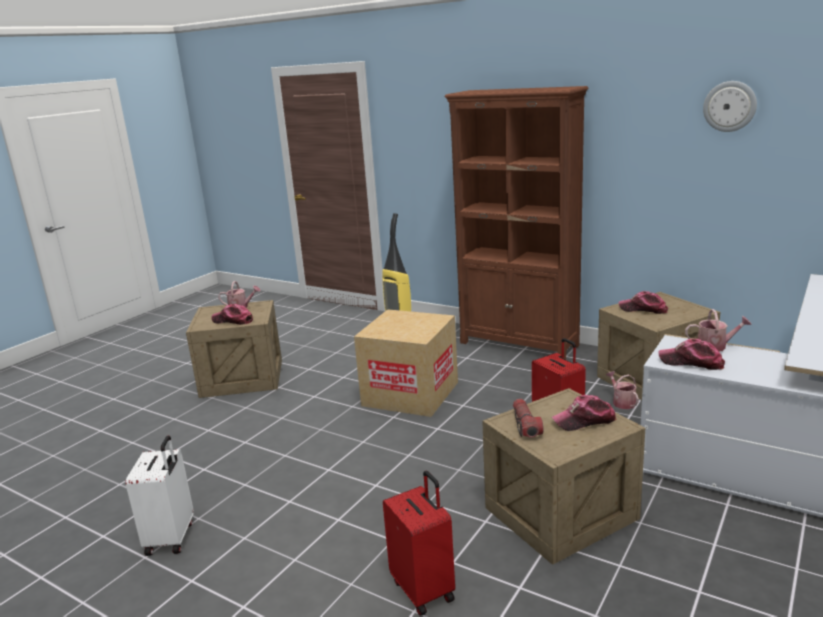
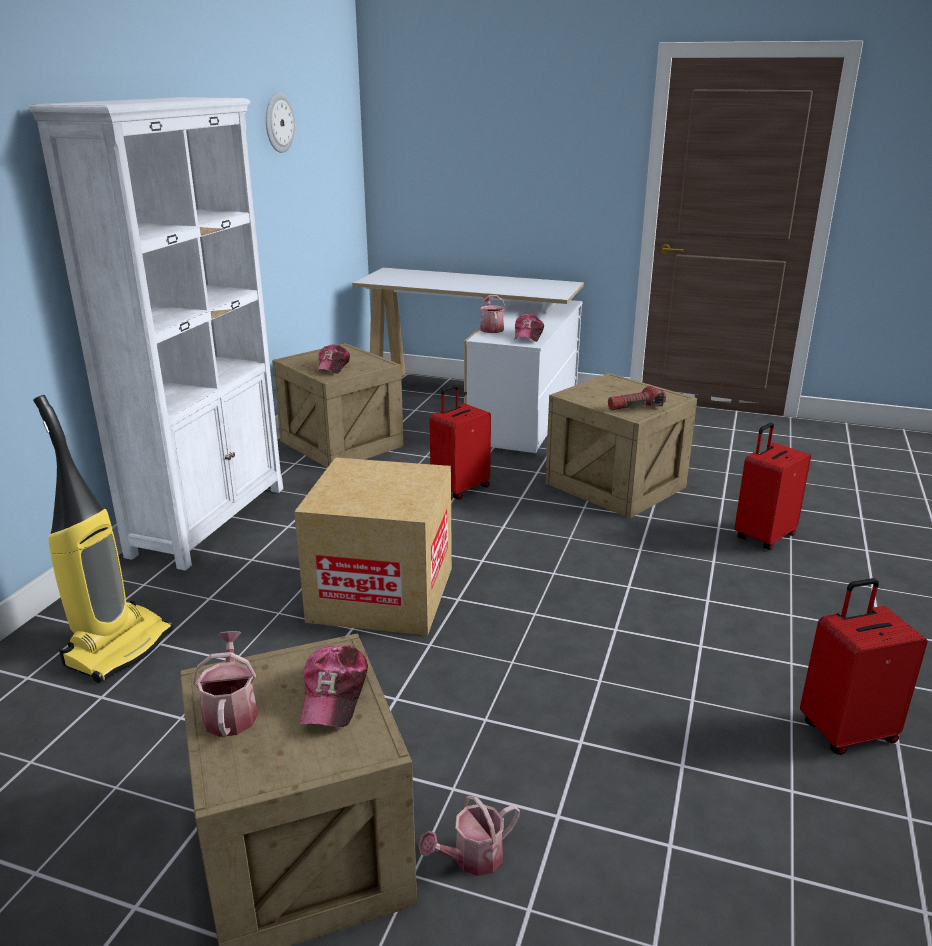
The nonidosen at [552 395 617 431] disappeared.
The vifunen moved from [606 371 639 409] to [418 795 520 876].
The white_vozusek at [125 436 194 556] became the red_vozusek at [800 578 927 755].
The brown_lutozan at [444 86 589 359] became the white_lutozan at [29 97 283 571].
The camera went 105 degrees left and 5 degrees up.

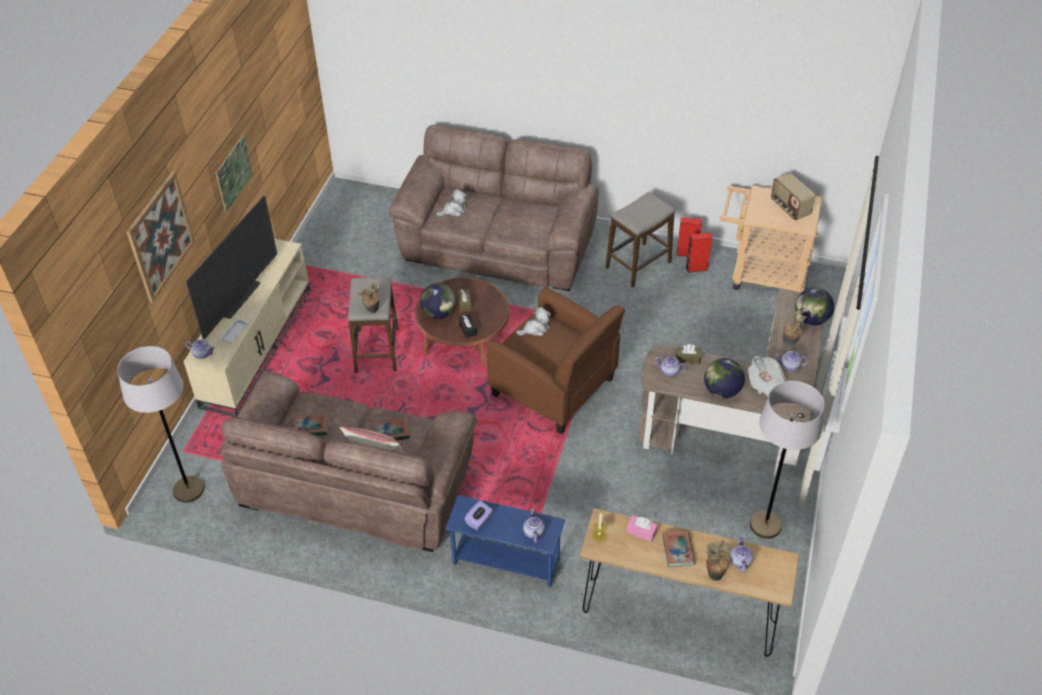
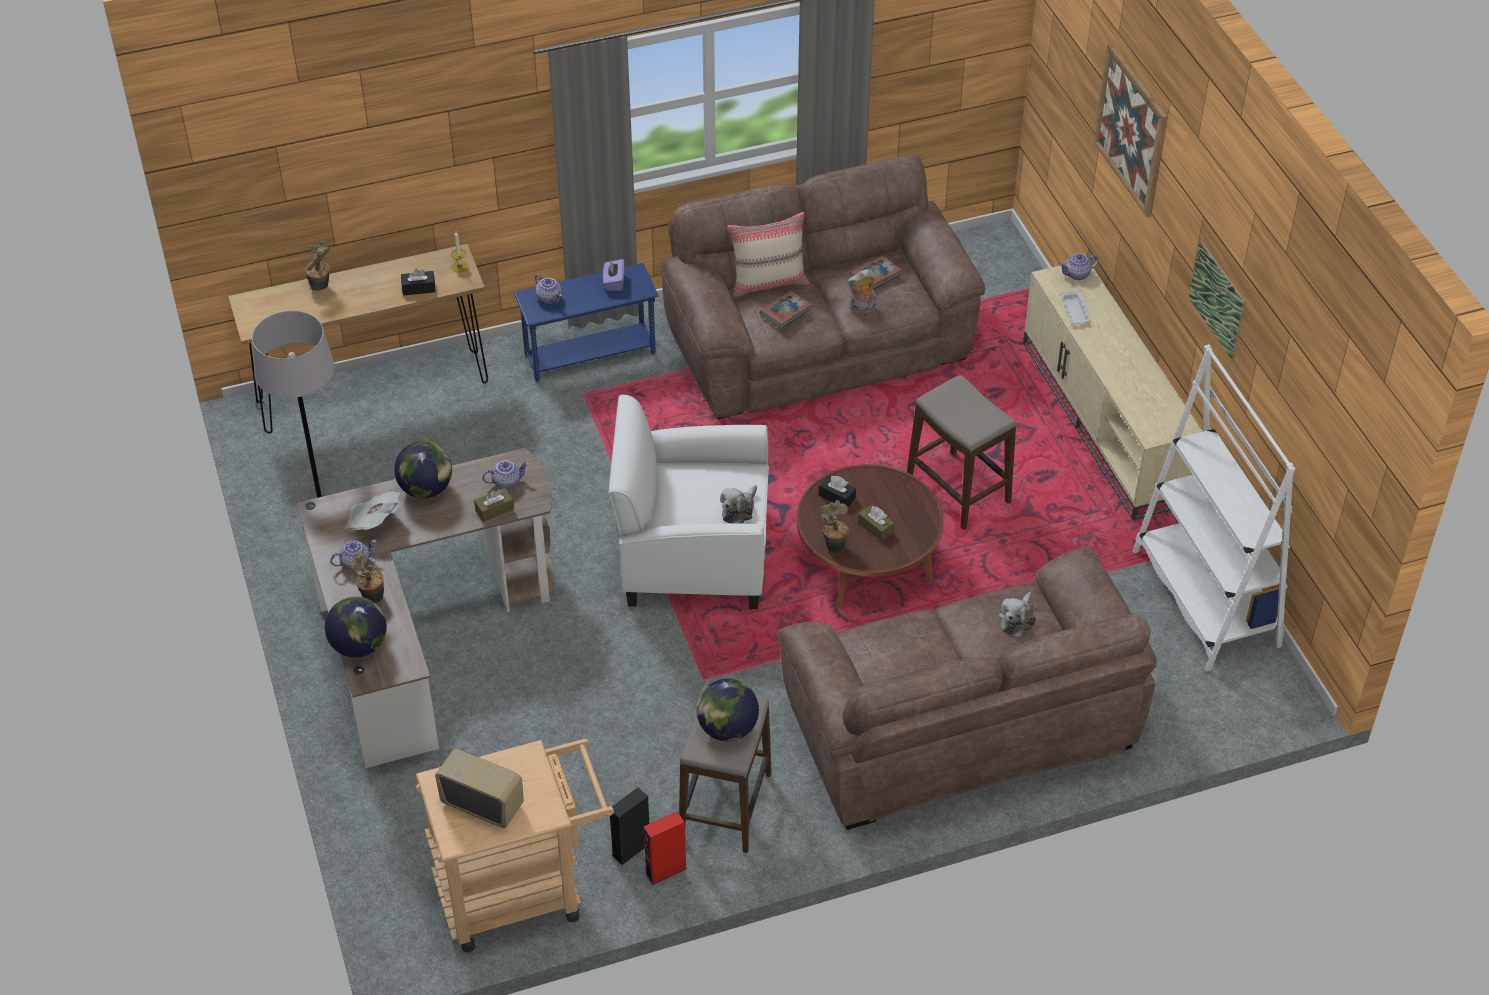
The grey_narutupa at [117 346 204 503] disappeared.
The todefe at [186 196 277 340] disappeared.
The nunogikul at [662 530 695 567] disappeared.
The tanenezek at [730 536 754 573] disappeared.
The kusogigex at [847 269 876 314] appeared.
The white_lutozan at [1132 344 1295 672] appeared.
The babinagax moved from [357 283 380 313] to [820 500 849 554].
The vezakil moved from [420 283 456 319] to [696 679 759 741].
The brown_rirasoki at [486 287 625 434] became the white_rirasoki at [608 395 769 609].
The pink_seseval at [627 515 658 542] became the black_seseval at [401 268 435 295].
The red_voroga at [686 232 712 273] became the black_voroga at [610 788 649 865].
The camera went 145 degrees right and 0 degrees up.

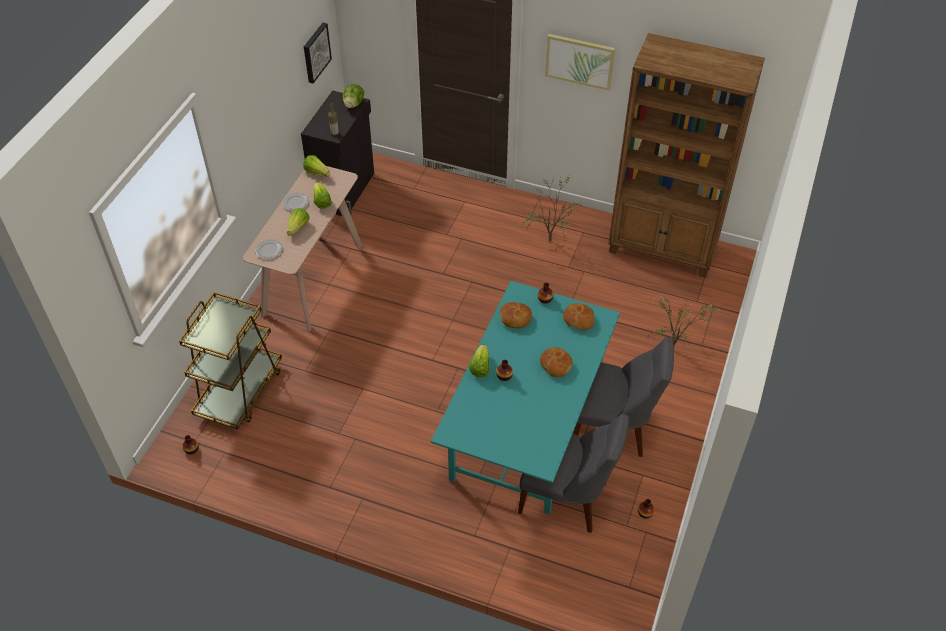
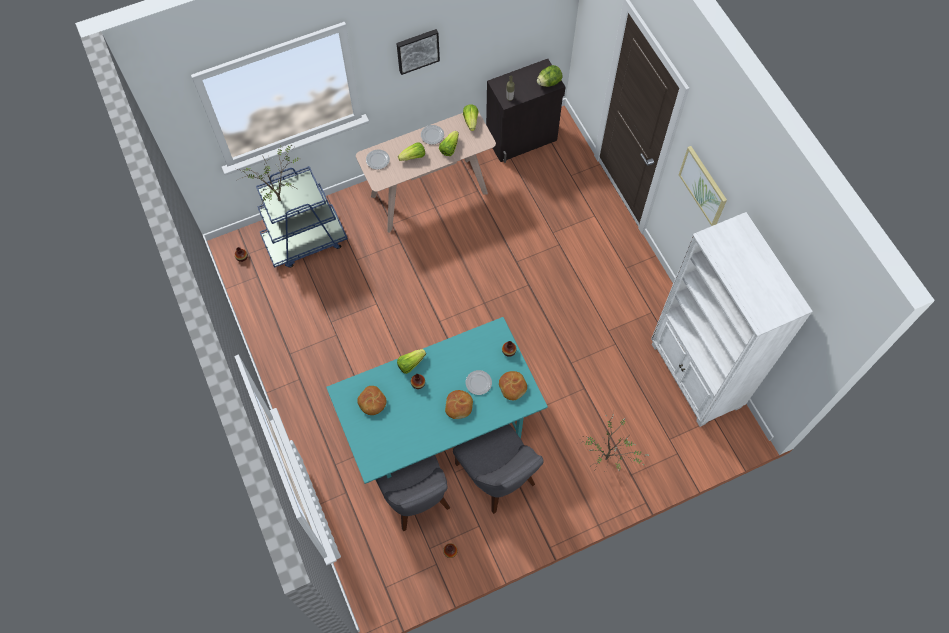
The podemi at [466 370 492 395] appeared.
The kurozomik moved from [304 23 332 84] to [396 29 440 75].
The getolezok moved from [500 302 532 328] to [357 386 386 415].
The babinagax moved from [522 177 581 242] to [238 145 300 209].
The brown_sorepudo at [179 292 282 429] became the blue_sorepudo at [256 166 348 268].
The brown_lutozan at [608 33 765 278] became the white_lutozan at [651 212 813 427].
The camera went 45 degrees right and 15 degrees up.

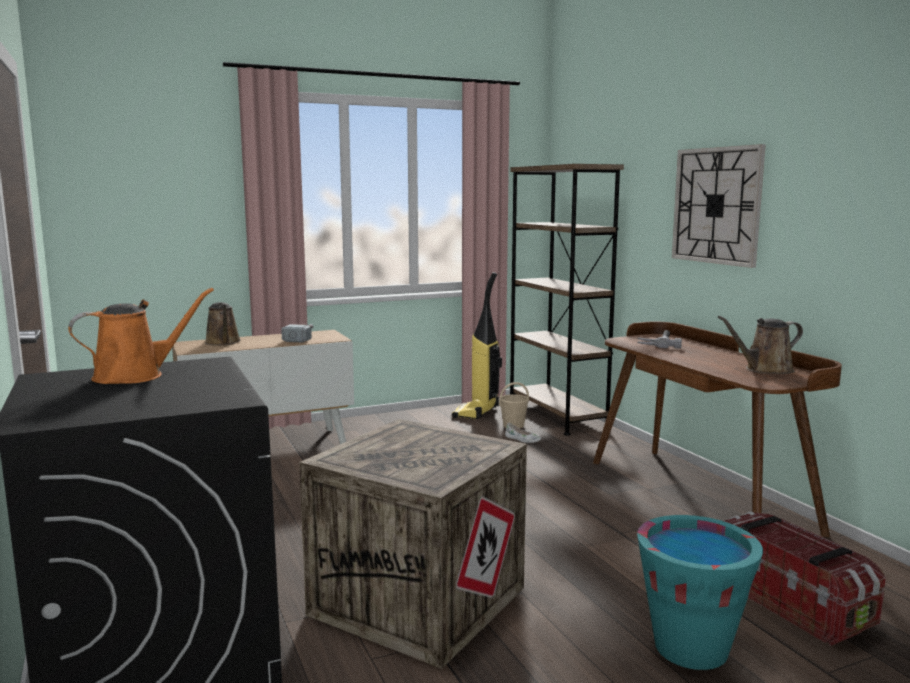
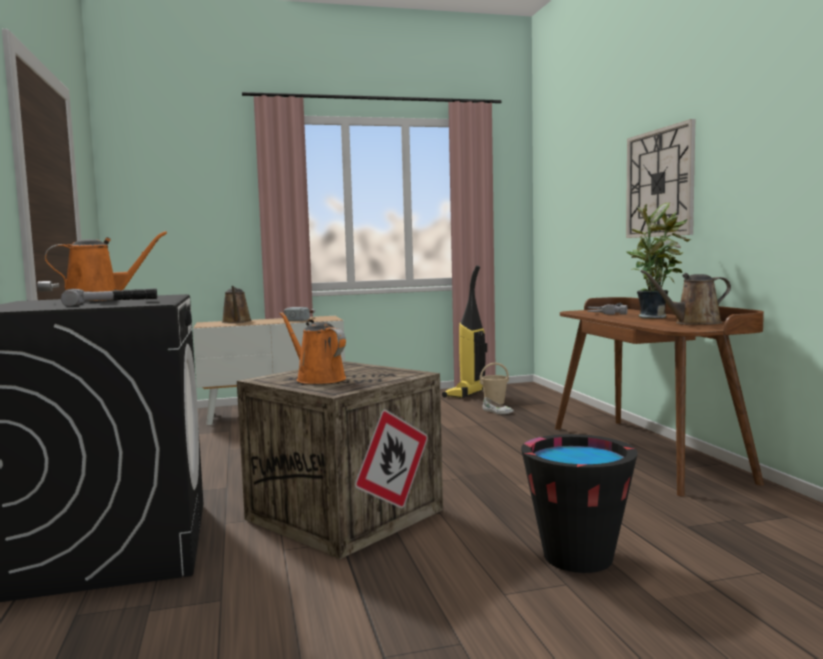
The brown_lutozan at [510 164 624 436] disappeared.
The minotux at [724 511 886 646] disappeared.
The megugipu at [61 288 157 306] appeared.
The orange_vifunen at [279 312 346 384] appeared.
The babinagax at [627 203 691 319] appeared.
The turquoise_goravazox at [637 515 763 670] became the black_goravazox at [521 434 638 573].
The camera went 10 degrees right and 5 degrees down.

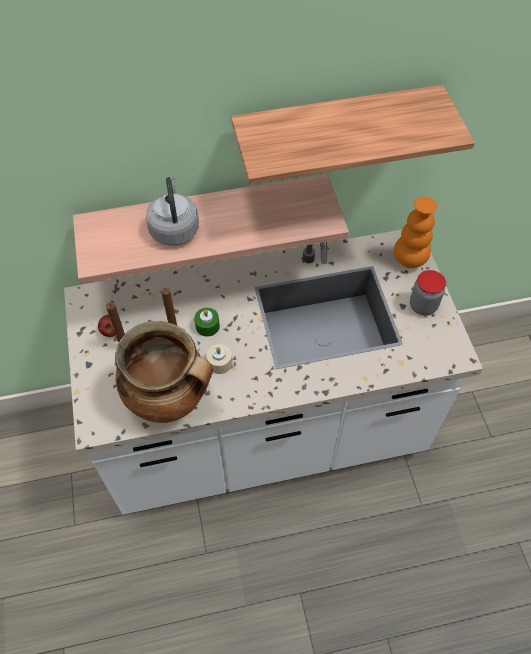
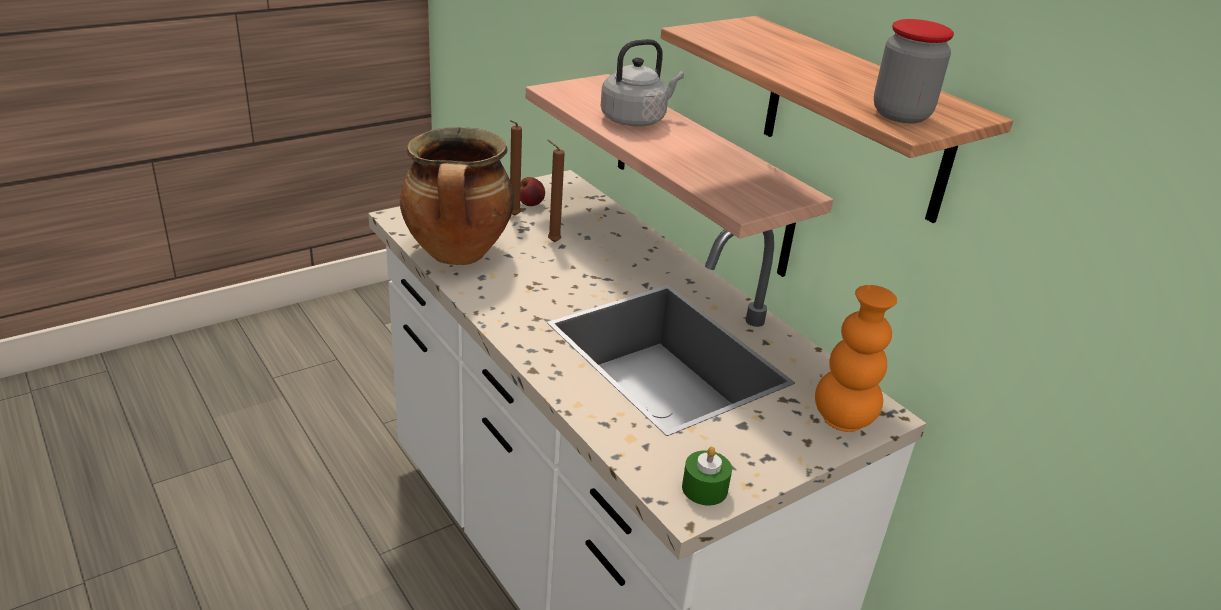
The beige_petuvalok at [207 344 232 374] disappeared.
The green_petuvalok moved from [194 308 220 337] to [682 446 732 506].
The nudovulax moved from [410 270 446 315] to [874 19 954 123].
The camera went 65 degrees right and 25 degrees down.

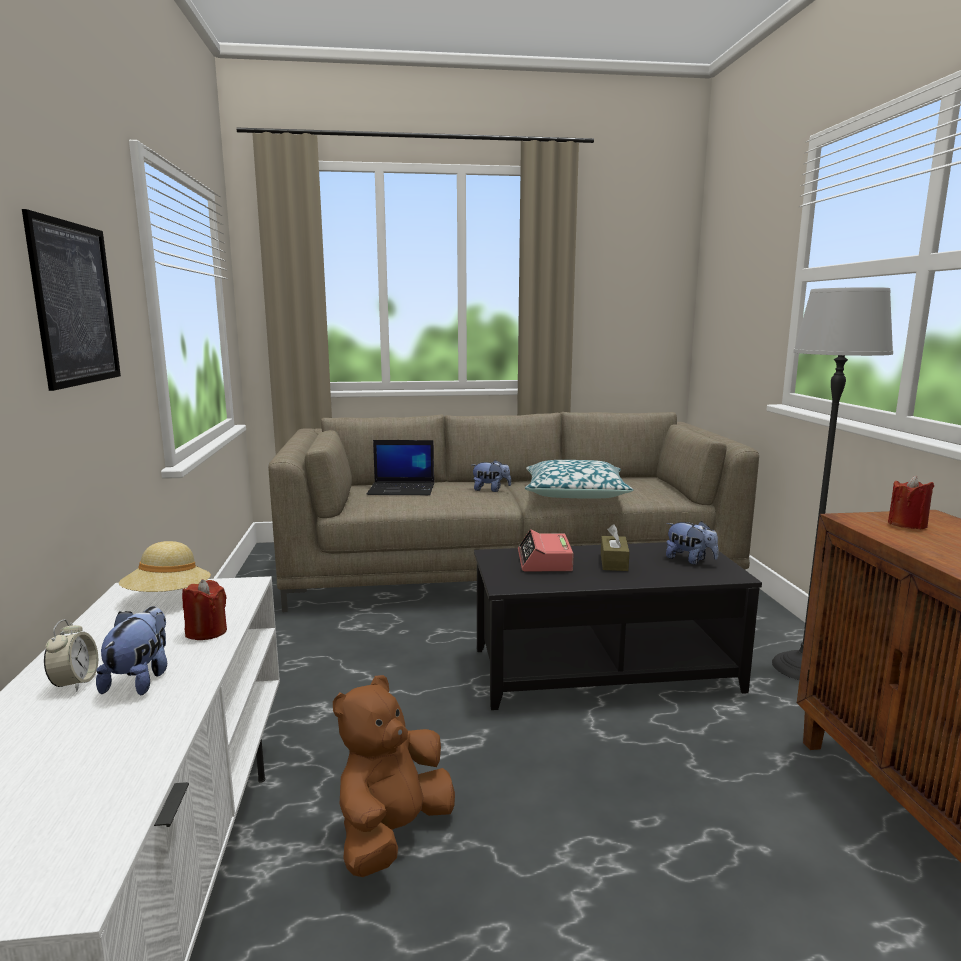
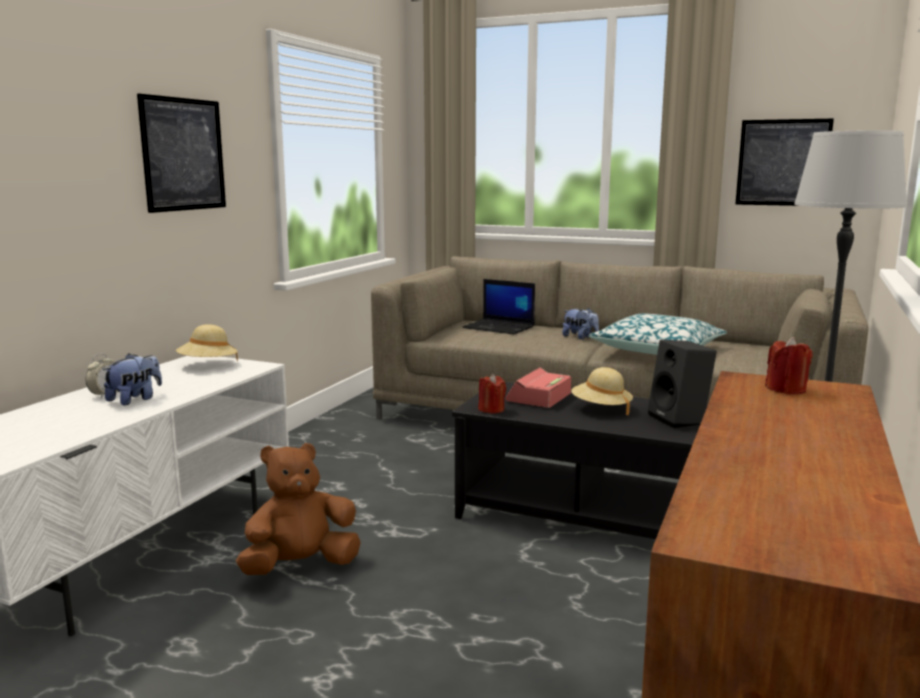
The kurozomik at [736 119 834 206] appeared.
The red_petuvalok moved from [182 579 227 640] to [478 374 506 414].
The brown_seseval at [601 524 630 571] was replaced by the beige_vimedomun at [571 367 633 415].
The kusogigex at [666 521 719 565] was replaced by the black_voroga at [648 340 717 428].
The camera went 30 degrees right and 0 degrees up.

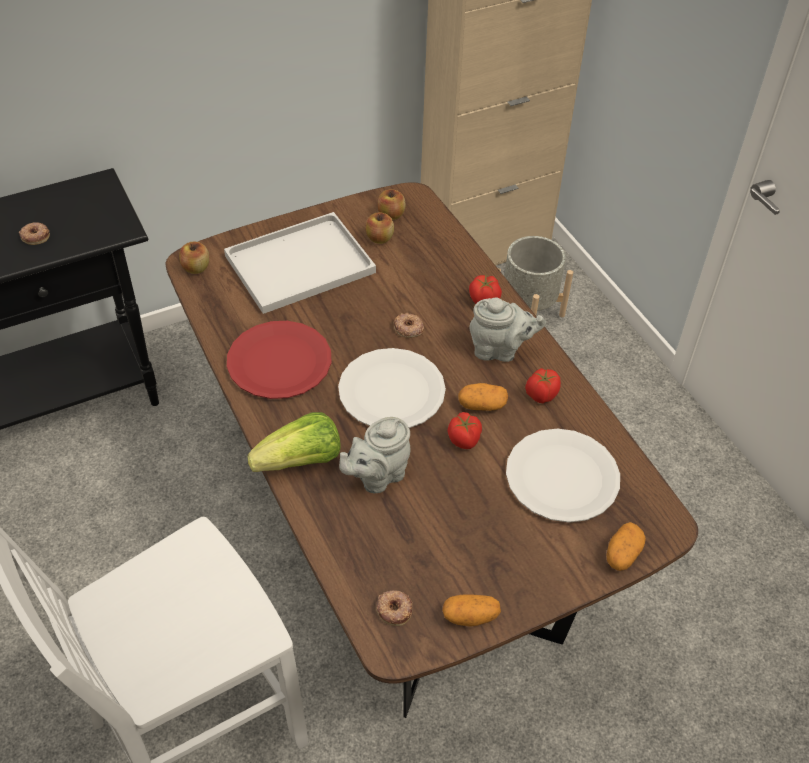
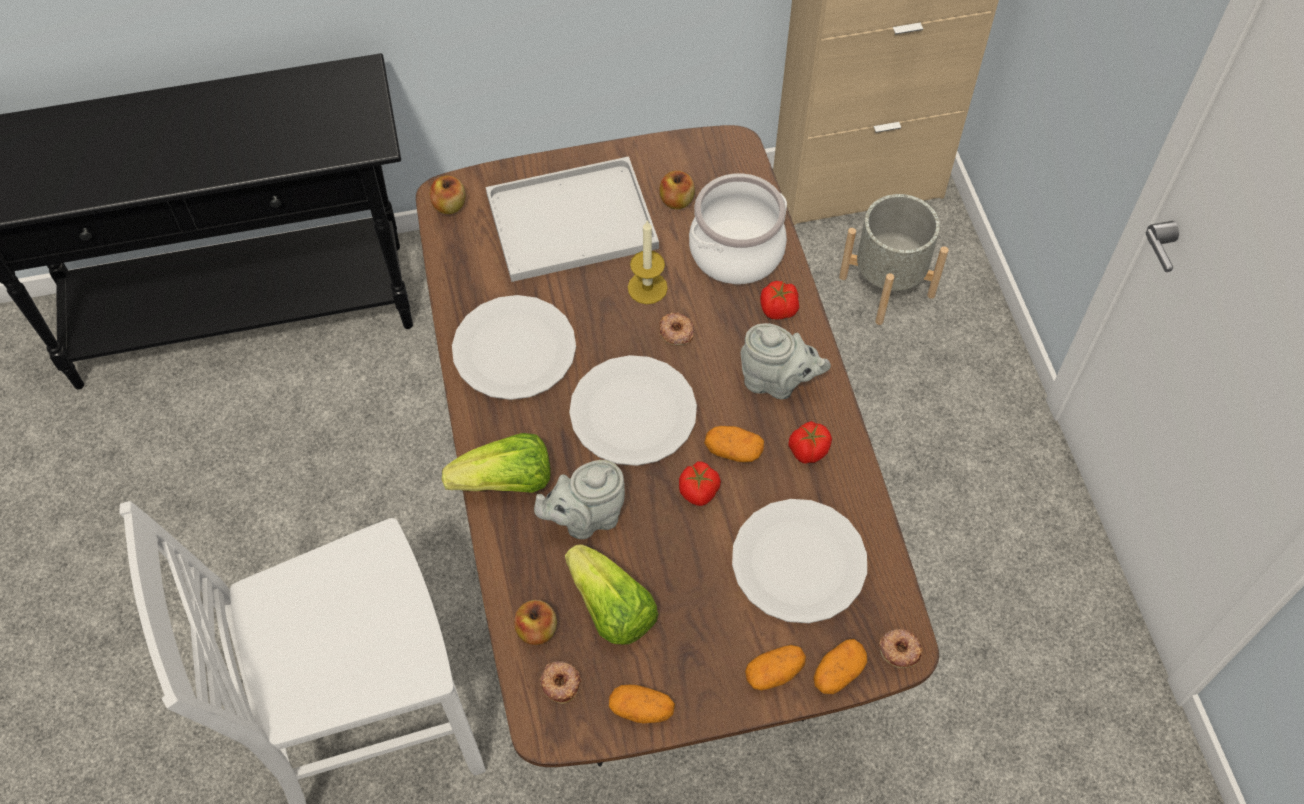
The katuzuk at [565 544 658 644] appeared.
The petuvalok at [628 220 668 304] appeared.
The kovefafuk at [689 173 787 284] appeared.
The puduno at [745 645 806 690] appeared.
The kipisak moved from [19 222 50 245] to [879 629 923 668].
The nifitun moved from [378 189 406 220] to [514 600 557 645].
The red_podemi at [227 321 332 399] became the white_podemi at [452 295 576 400].
The camera went 15 degrees right and 10 degrees up.

